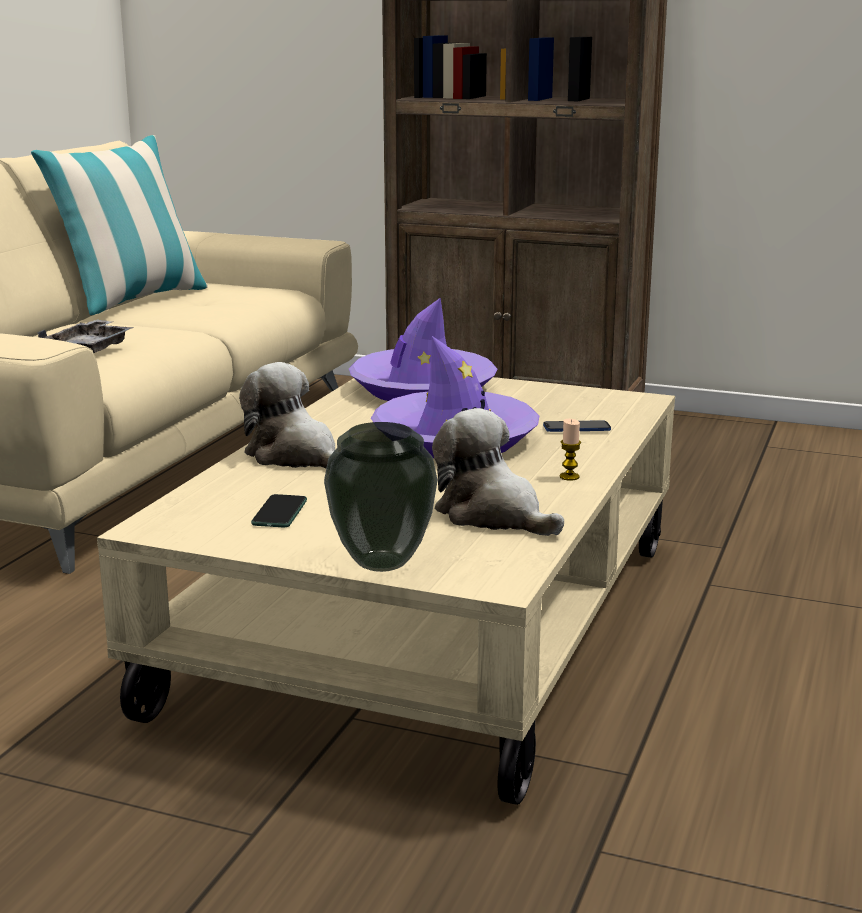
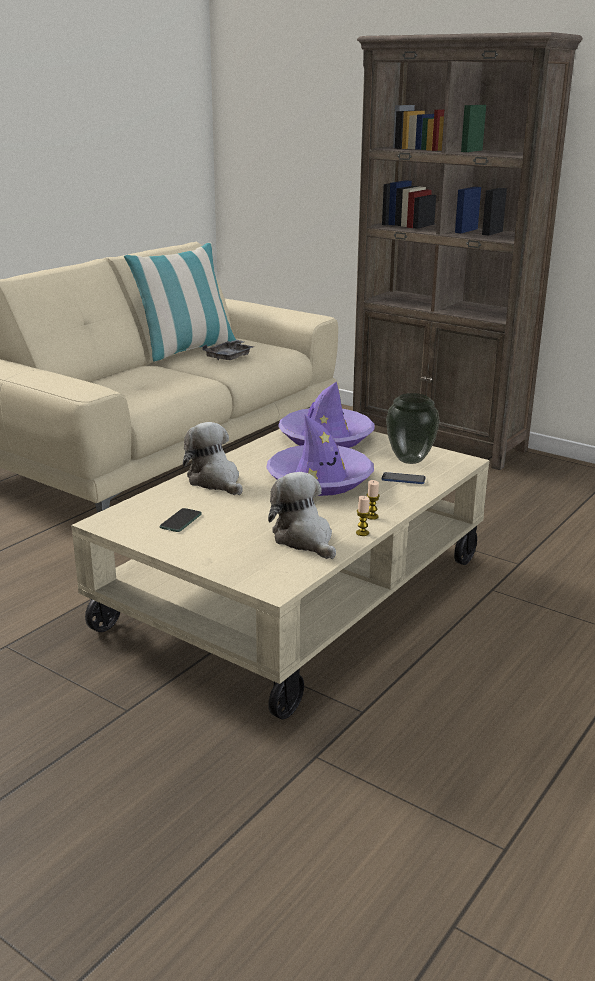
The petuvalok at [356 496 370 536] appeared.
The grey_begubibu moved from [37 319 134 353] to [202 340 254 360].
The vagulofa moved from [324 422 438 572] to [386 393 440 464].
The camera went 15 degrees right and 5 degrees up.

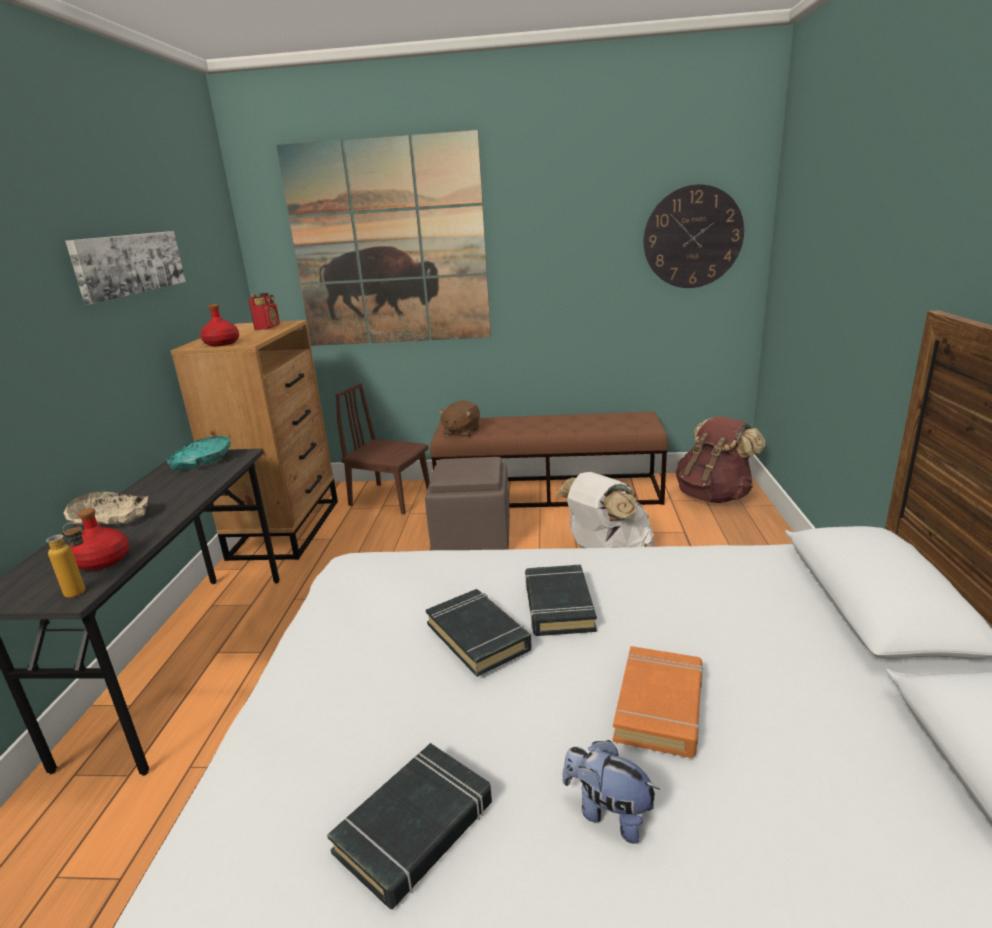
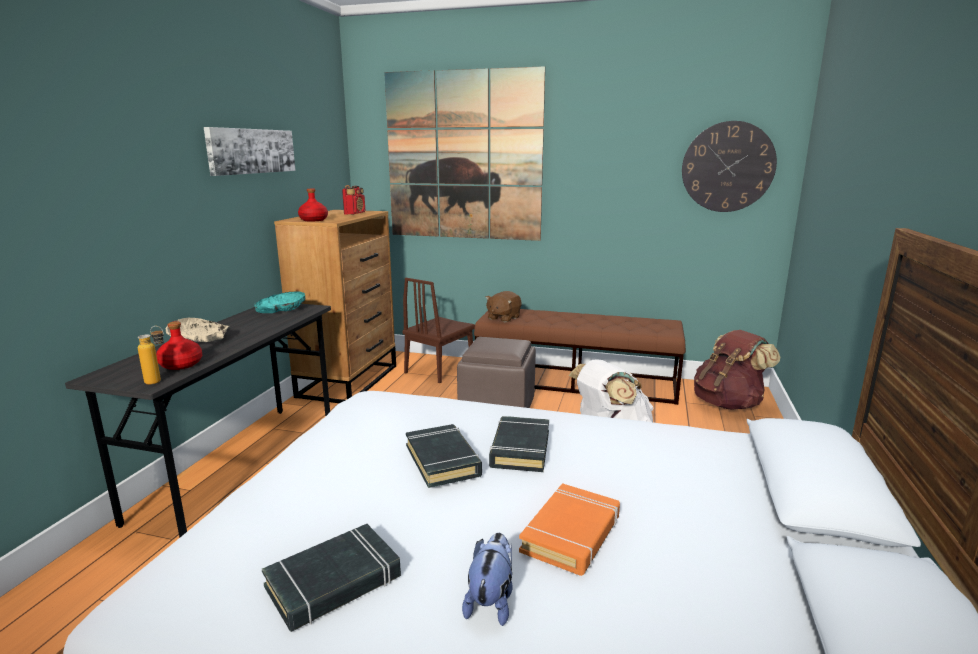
The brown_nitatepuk at [335 383 430 514] turned 90 degrees counterclockwise.
The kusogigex at [562 740 660 844] turned 60 degrees clockwise.
The camera went 10 degrees right and 5 degrees down.

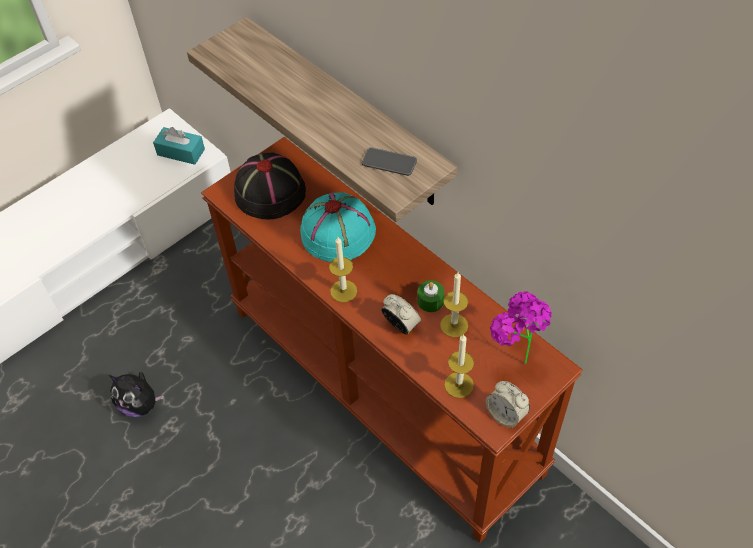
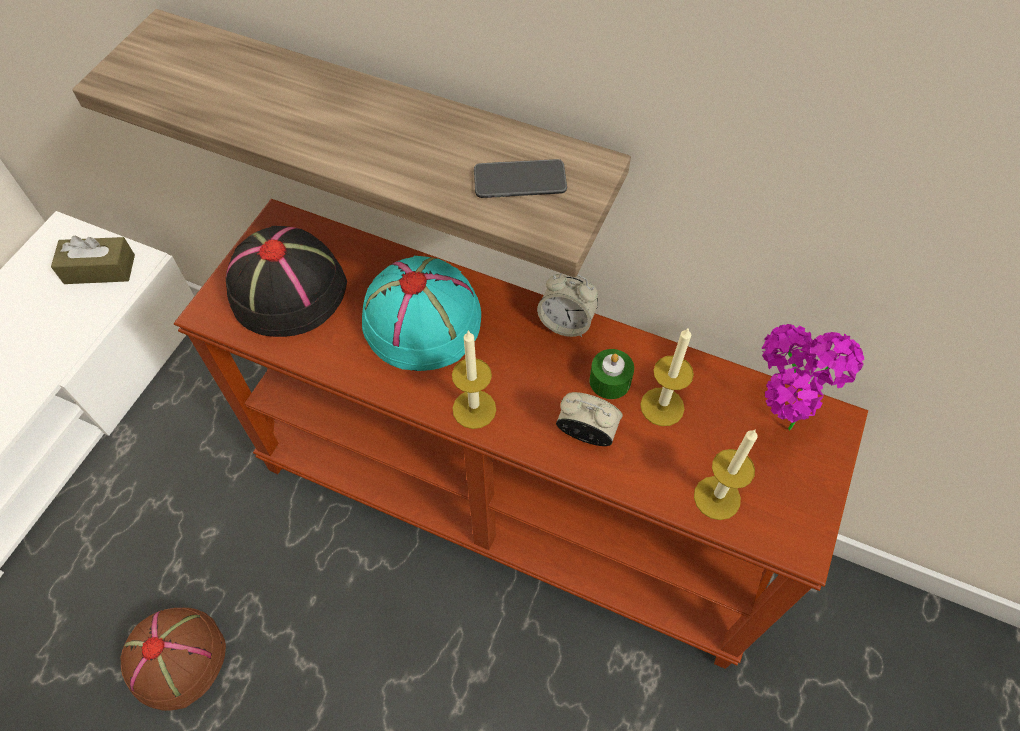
The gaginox moved from [486 381 530 428] to [537 273 598 337].
The kusogigex at [109 372 164 417] was replaced by the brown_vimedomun at [120 608 226 711].
The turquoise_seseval at [153 127 205 165] became the brown_seseval at [51 235 135 284].
The camera went 25 degrees left and 5 degrees up.

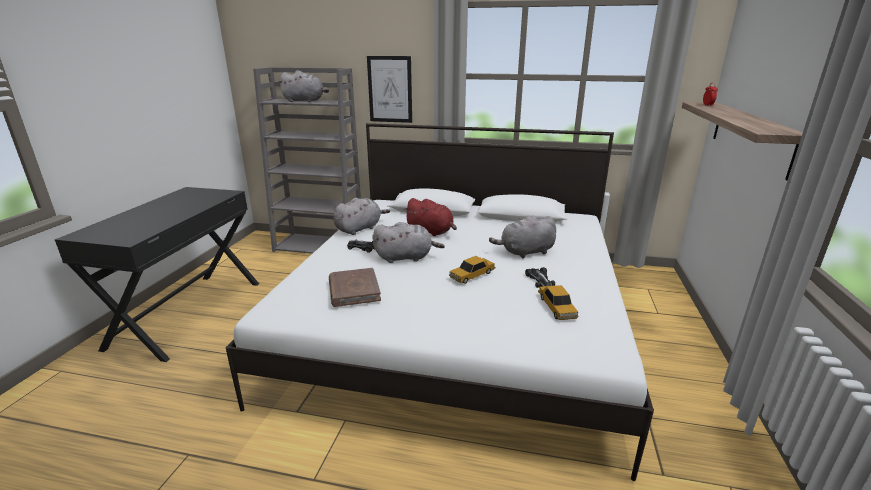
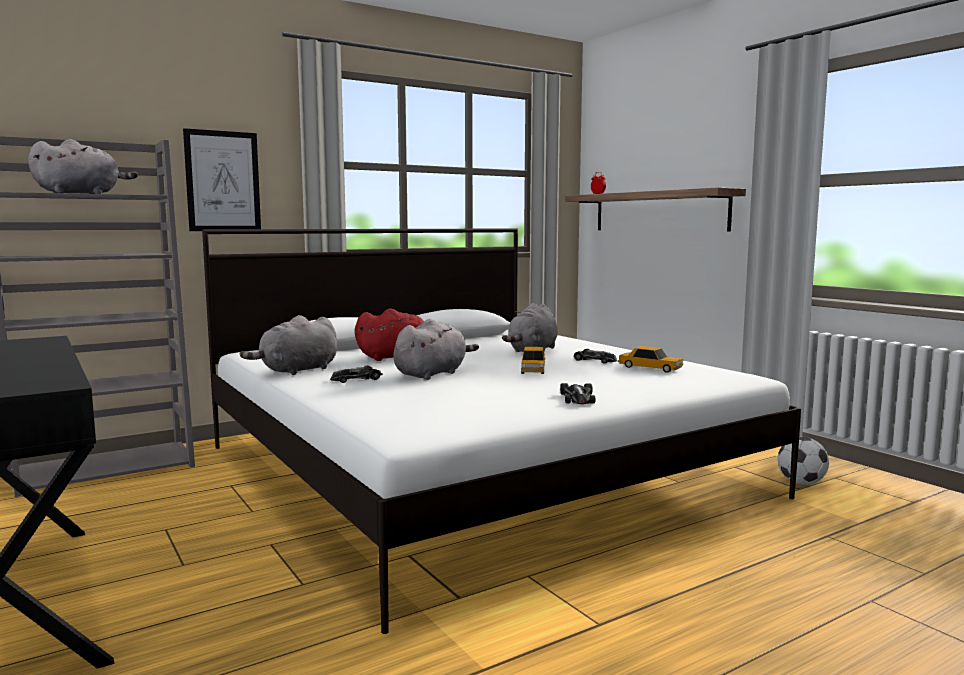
The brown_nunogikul at [329 268 381 307] disappeared.
The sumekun at [560 383 595 404] appeared.
The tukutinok at [778 437 829 485] appeared.
The grey_kusogigex at [333 198 390 235] turned 135 degrees counterclockwise.
The camera went 45 degrees left and 15 degrees down.

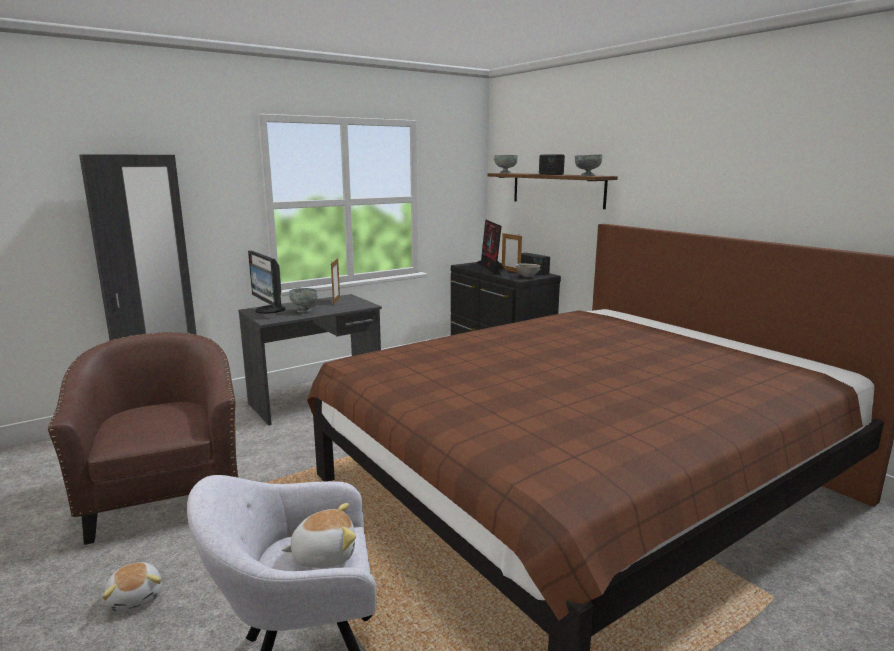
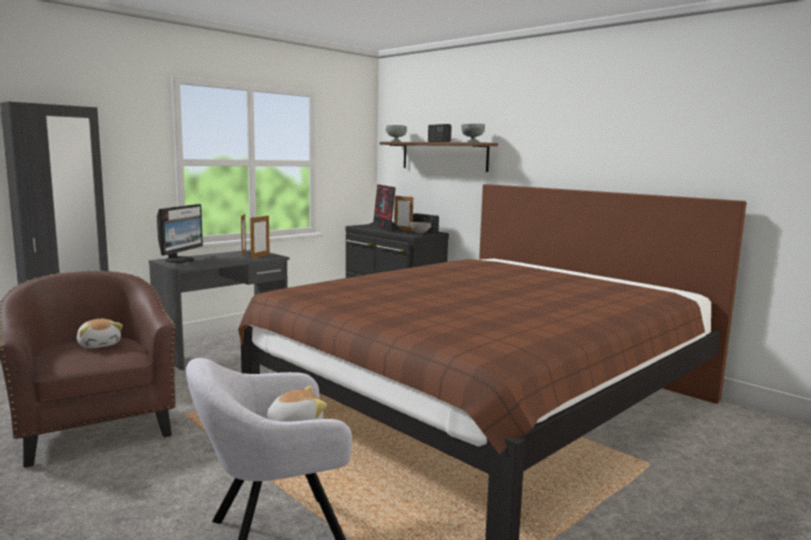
The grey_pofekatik at [289 288 317 313] disappeared.
The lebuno at [250 216 270 259] appeared.
The kusogigex moved from [102 562 162 612] to [77 319 123 348].
The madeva at [248 251 285 314] turned 120 degrees counterclockwise.
The camera went 10 degrees left and 5 degrees down.

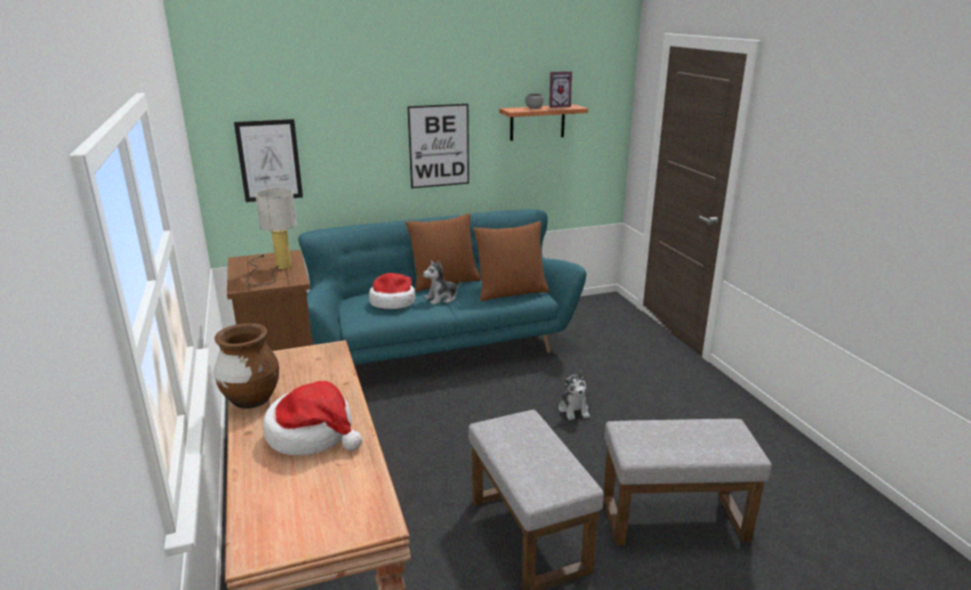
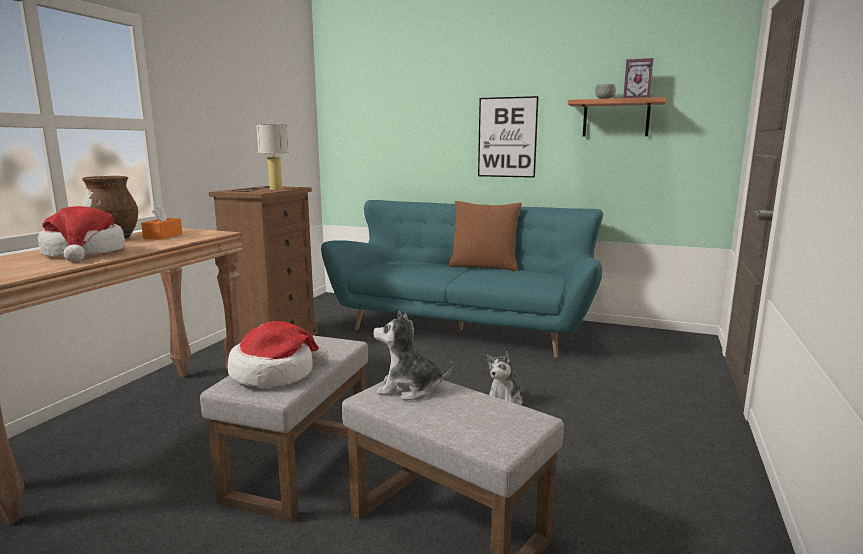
The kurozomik at [234 119 303 202] disappeared.
The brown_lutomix at [473 221 549 301] disappeared.
The orange_seseval at [141 205 182 240] appeared.
The vimedomun moved from [369 273 415 309] to [228 321 329 387].
The kusogigex moved from [422 260 461 305] to [373 311 453 400].
The camera went 40 degrees right and 10 degrees down.

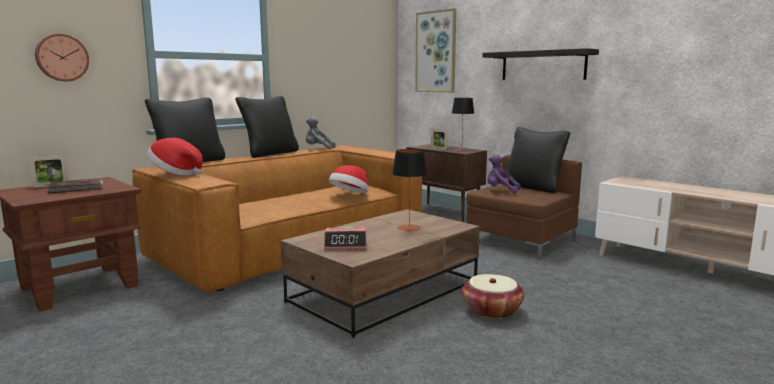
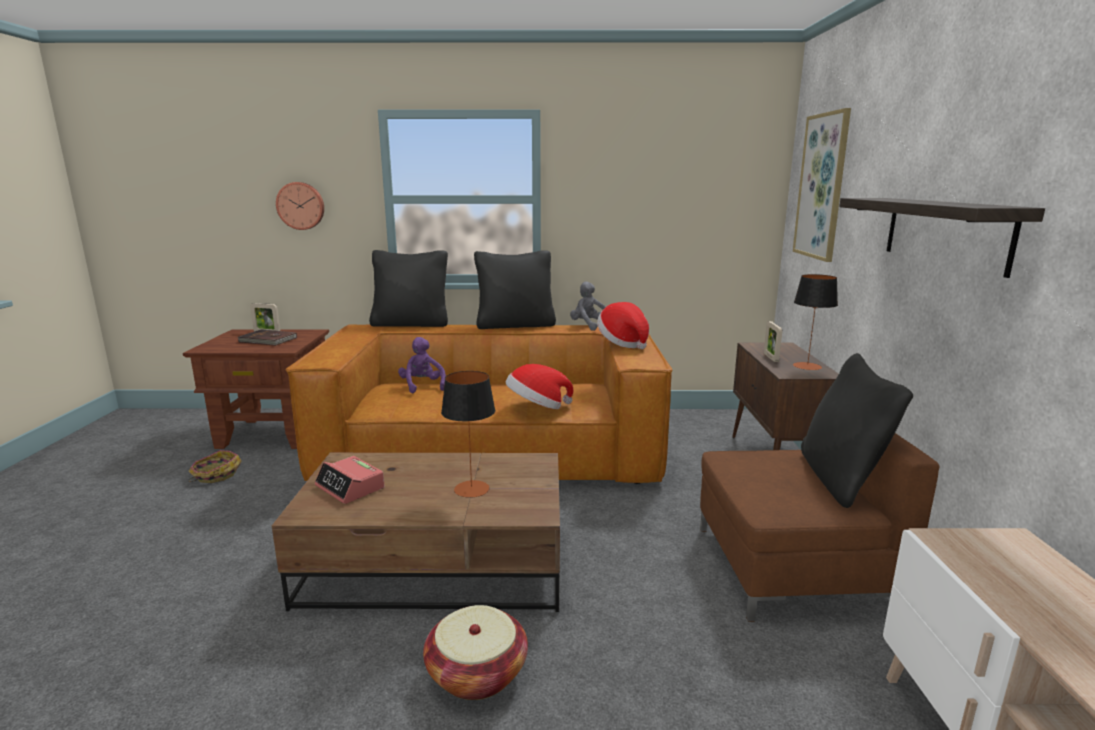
The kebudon at [188 450 242 483] appeared.
The vimedomun moved from [147 138 203 176] to [597 302 649 349].
The purple_kusogigex moved from [487 154 521 193] to [398 337 446 393].
The camera went 45 degrees right and 5 degrees up.

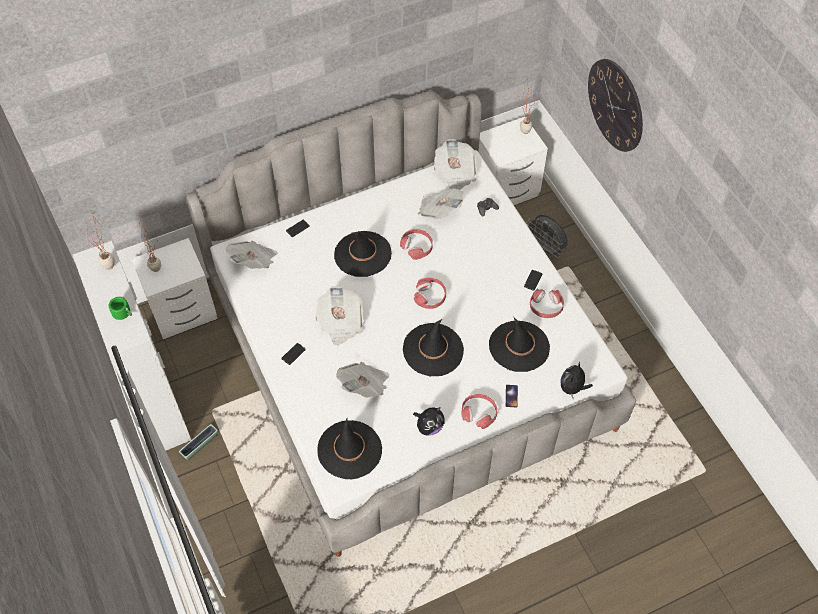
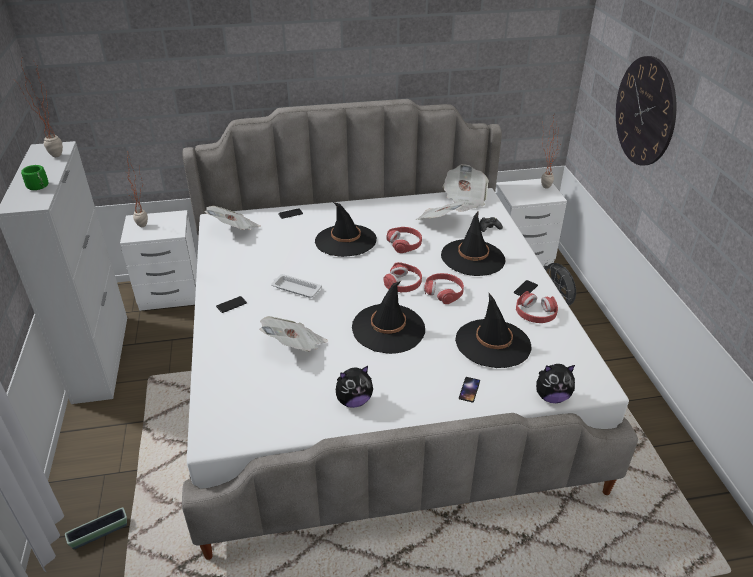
The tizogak moved from [179 424 218 460] to [65 507 127 549].
The black_vimedomun moved from [317 419 382 479] to [441 210 505 276].
The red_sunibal moved from [461 394 497 429] to [424 273 464 304].
The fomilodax at [315 285 363 345] was replaced by the white_begubibu at [271 274 322 298].
The kusogigex at [560 362 593 400] turned 135 degrees counterclockwise.
The camera went 15 degrees right and 20 degrees down.

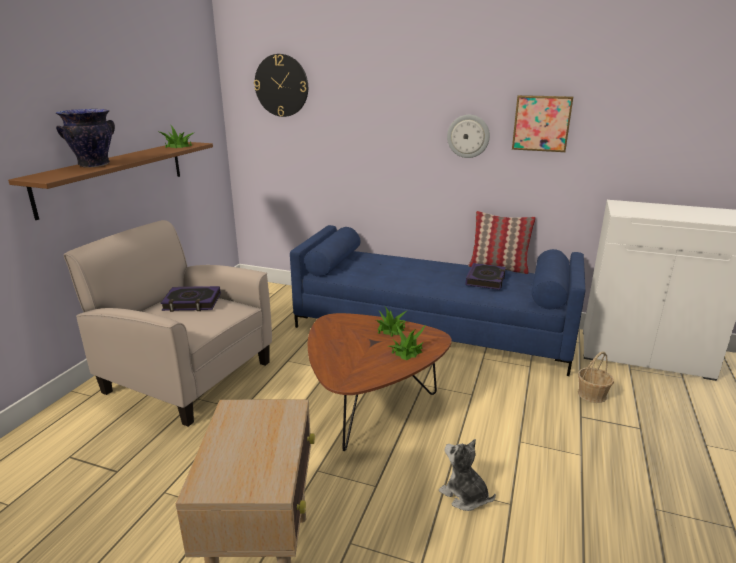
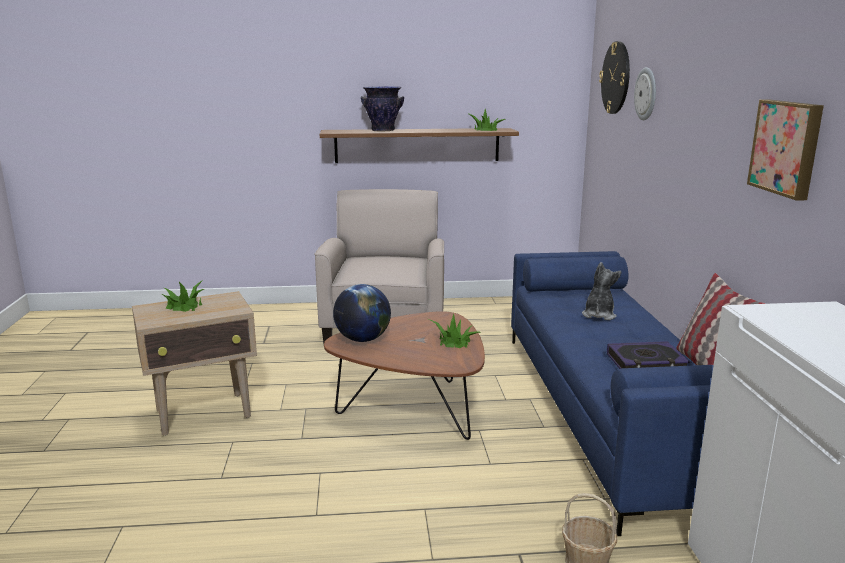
The nunogikul at [161 286 221 312] disappeared.
The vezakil at [333 284 391 342] appeared.
The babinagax moved from [387 325 426 361] to [162 280 204 312].
The kusogigex moved from [439 439 496 511] to [582 262 621 320].
The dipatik moved from [447 115 490 158] to [634 67 656 120].
The camera went 65 degrees right and 5 degrees down.

